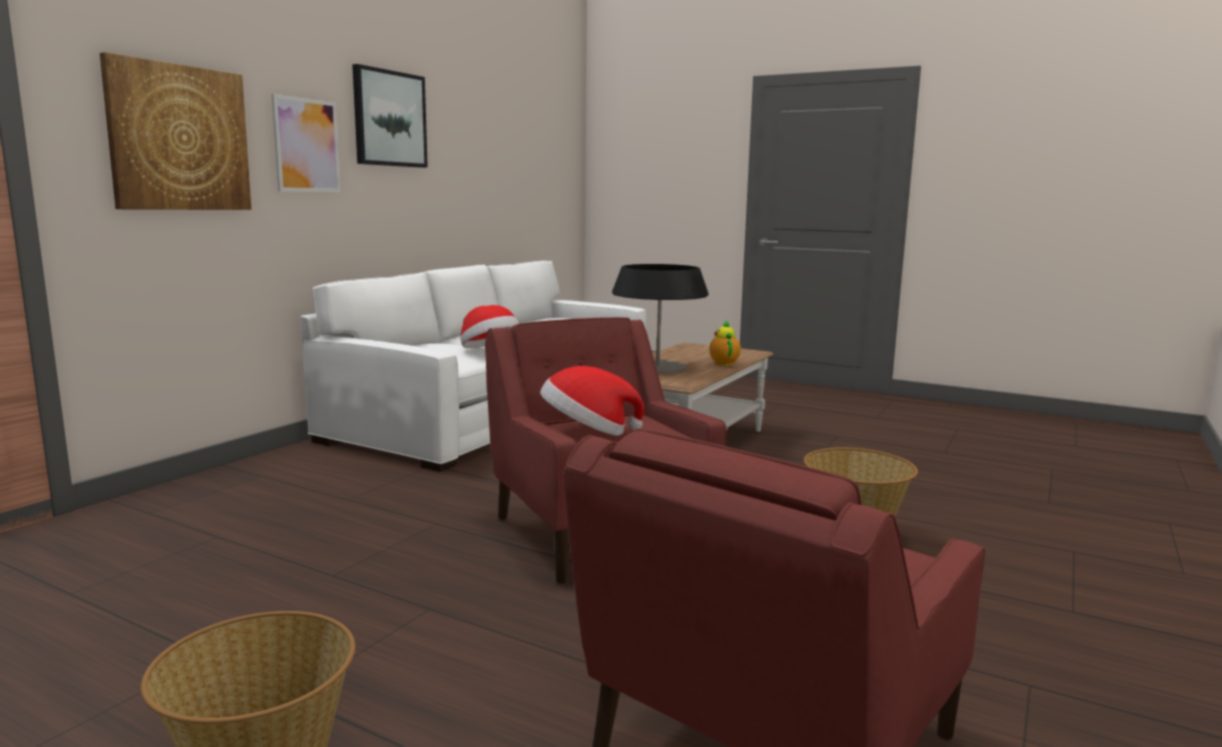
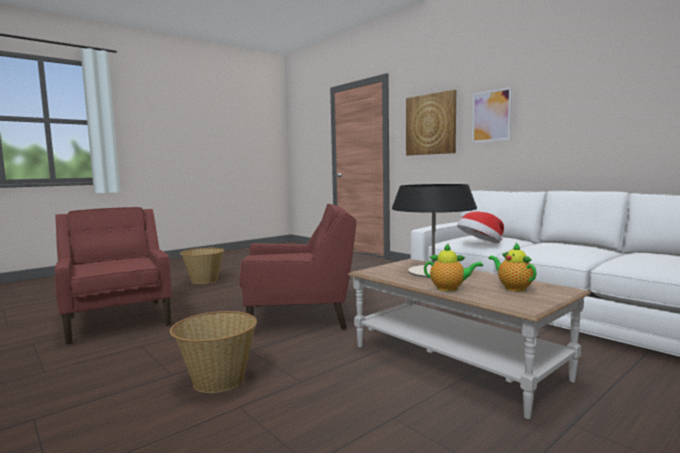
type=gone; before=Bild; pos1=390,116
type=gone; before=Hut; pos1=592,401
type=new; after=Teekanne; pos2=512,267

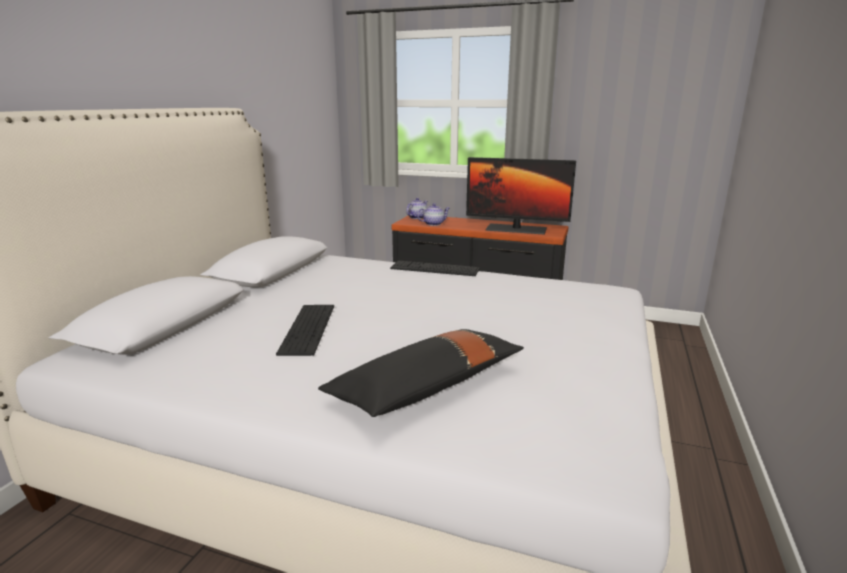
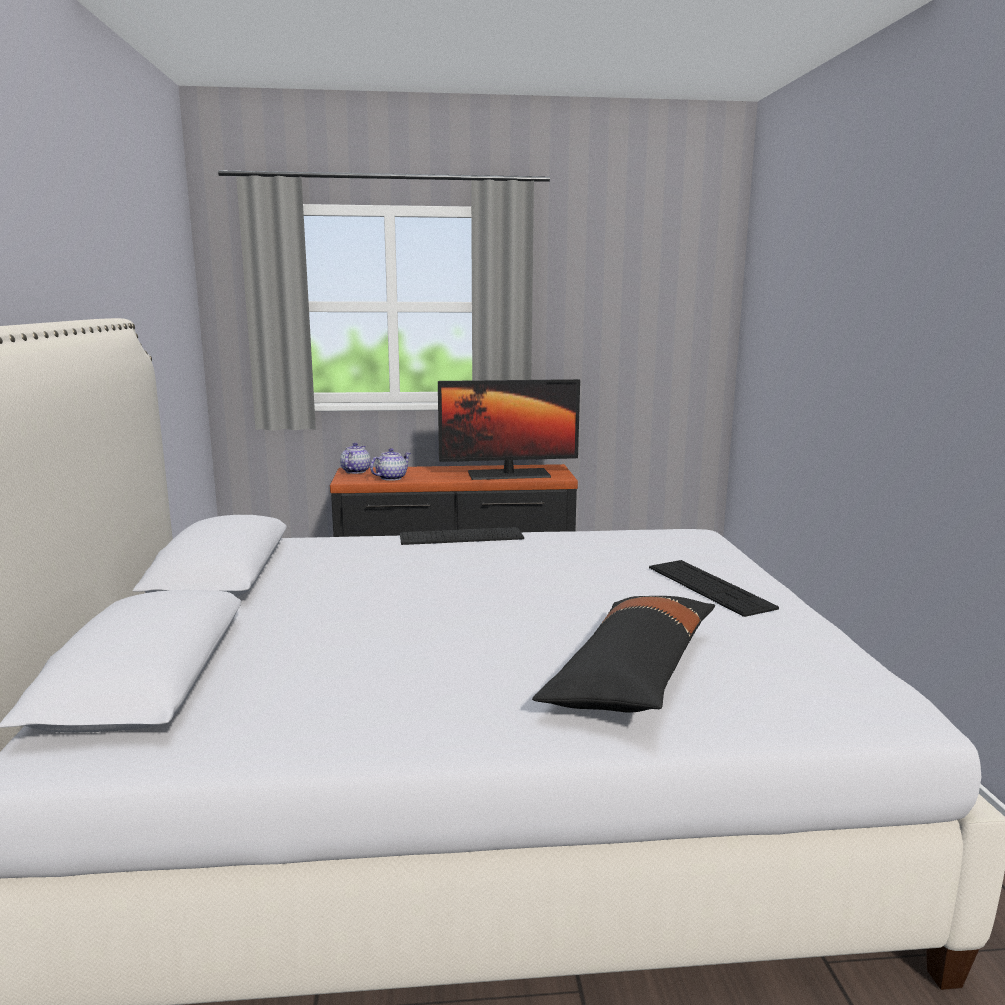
type=shifted; before=Tastatur; pos1=305,330; pos2=714,588

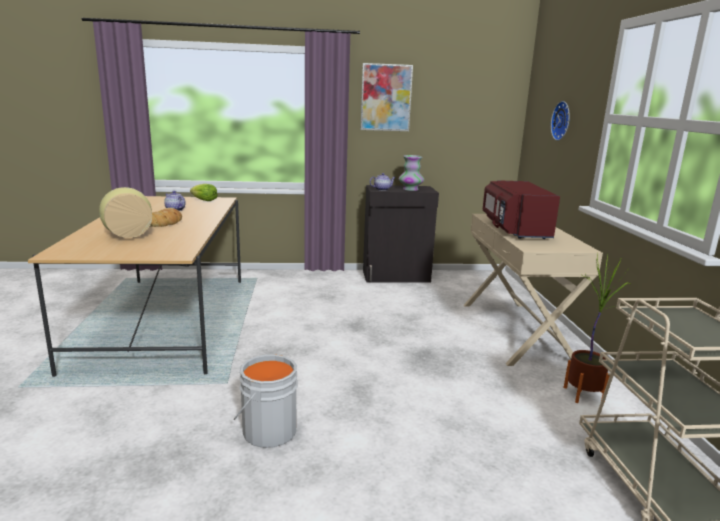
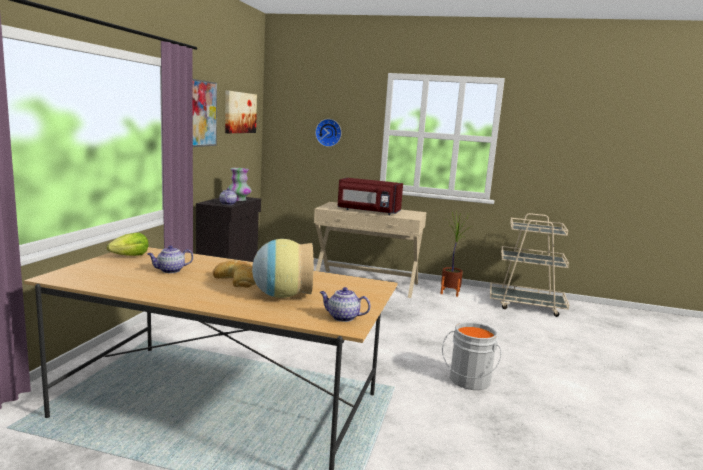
type=new; after=Bild; pos2=241,112
type=new; after=Teekanne; pos2=345,304

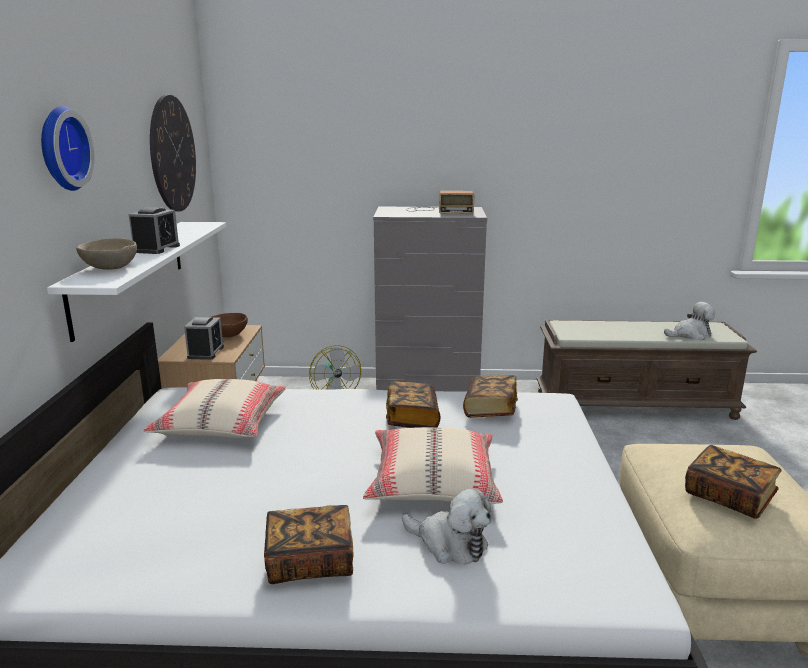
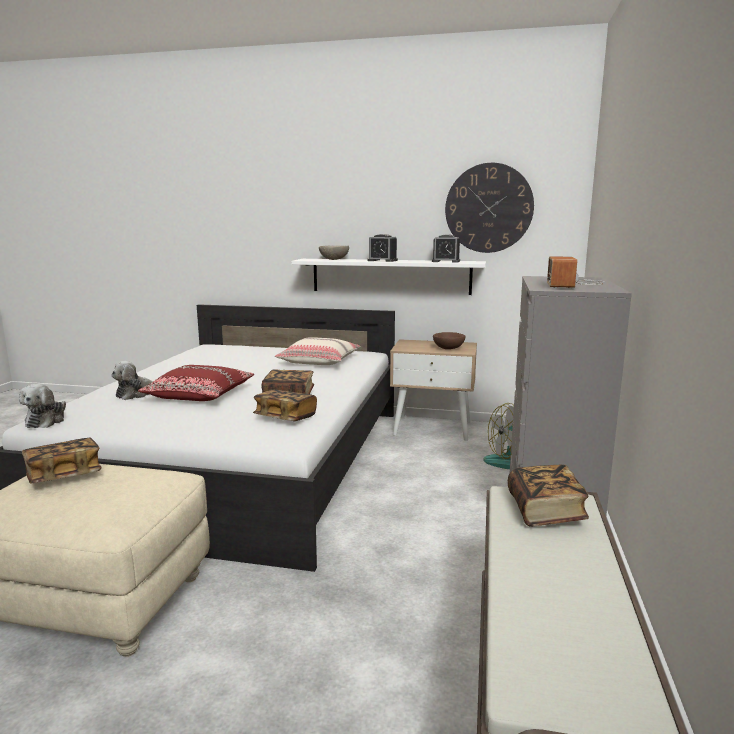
type=gone; before=Wanduhr; pos1=67,148
type=shifted; before=Plüschtier; pos1=689,321; pos2=42,406
type=shifted; before=Wecker; pos1=204,338; pos2=446,248
type=repainted; before=Kissen [beige]; after=Kissen [rot]; pos1=433,465; pos2=196,383
type=shifted; before=Buch; pos1=309,544; pos2=548,496

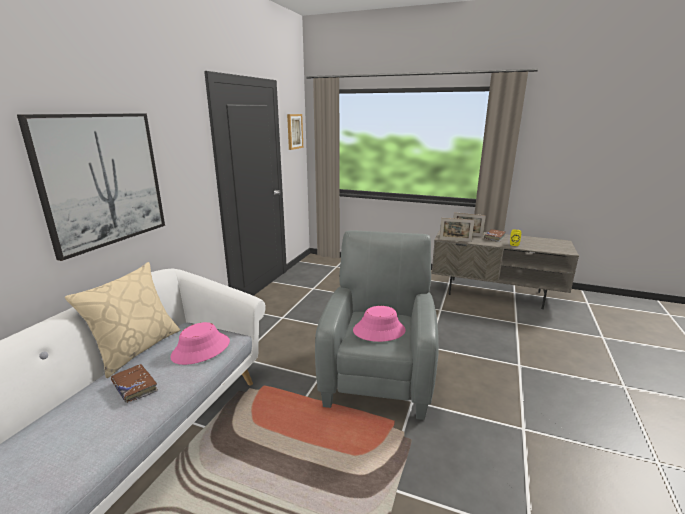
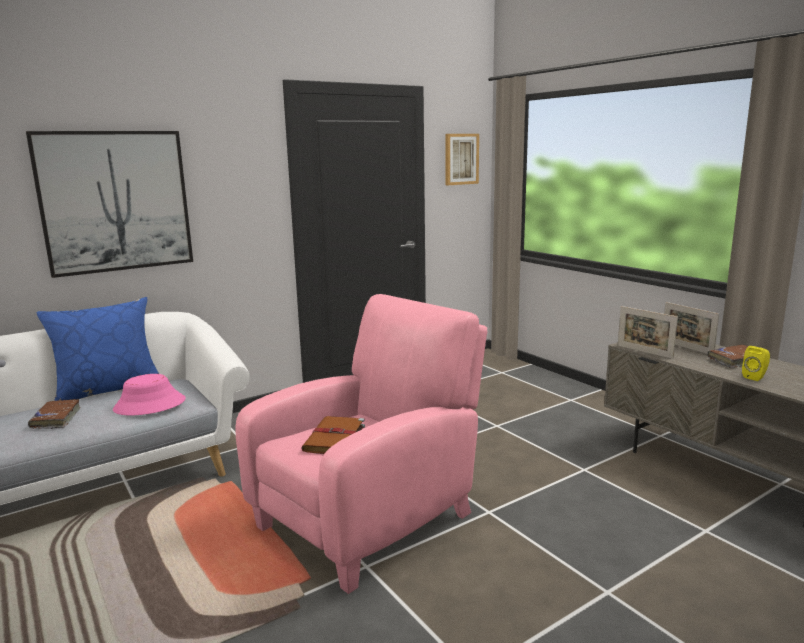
type=repainted; before=Sessel [grau]; after=Sessel [rosa]; pos1=377,325; pos2=361,444
type=repainted; before=Kissen [beige]; after=Kissen [blau]; pos1=123,320; pos2=98,349
type=swapped; before=Hut [rosa]; after=Buch [braun]; pos1=379,324; pos2=333,435

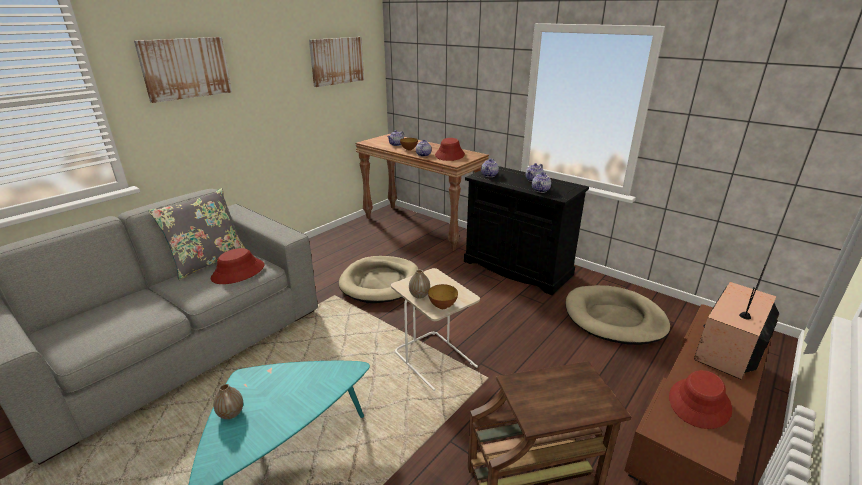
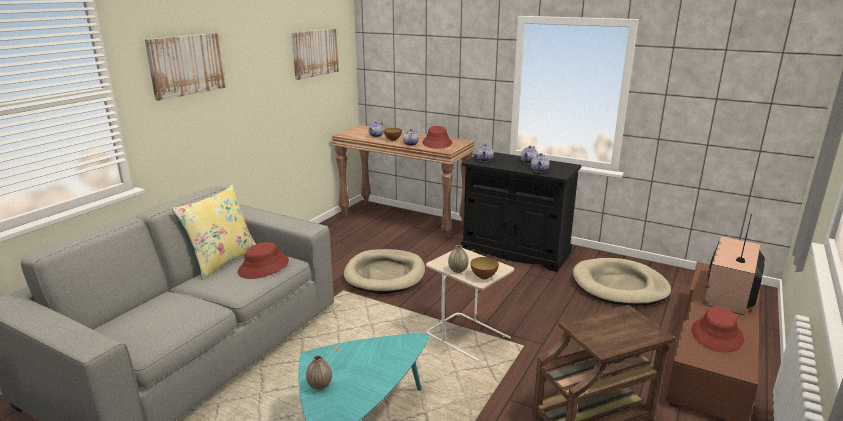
type=repainted; before=Kissen [grau]; after=Kissen [gelb]; pos1=197,234; pos2=214,232

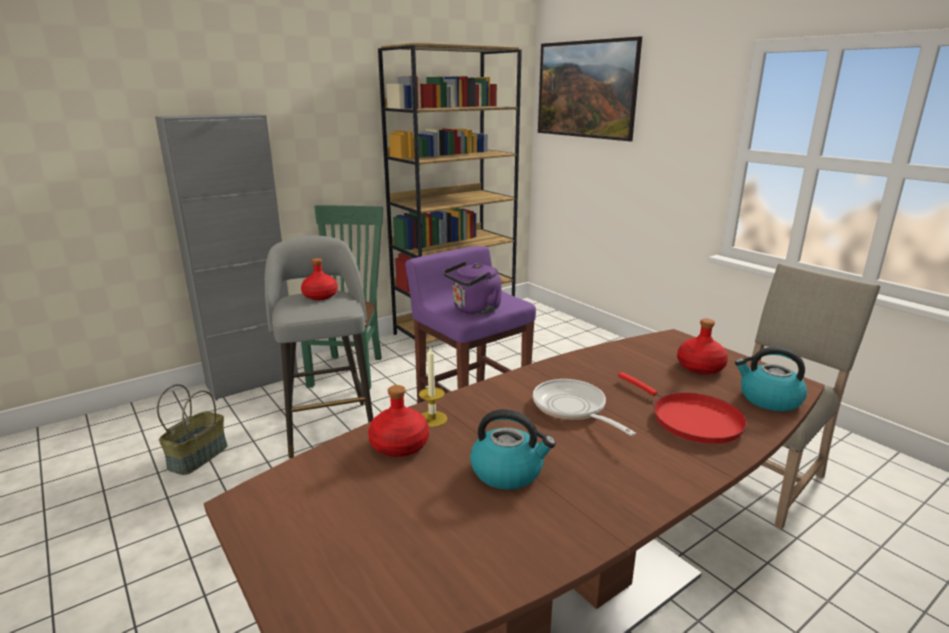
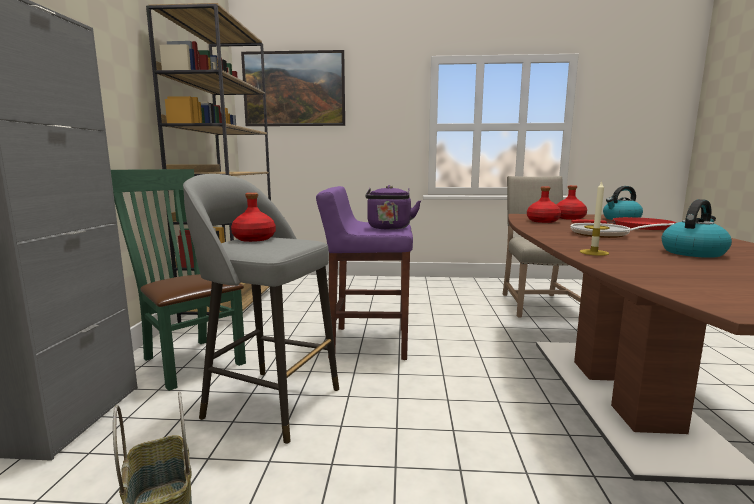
type=shifted; before=Flasche [rot]; pos1=398,421; pos2=544,205

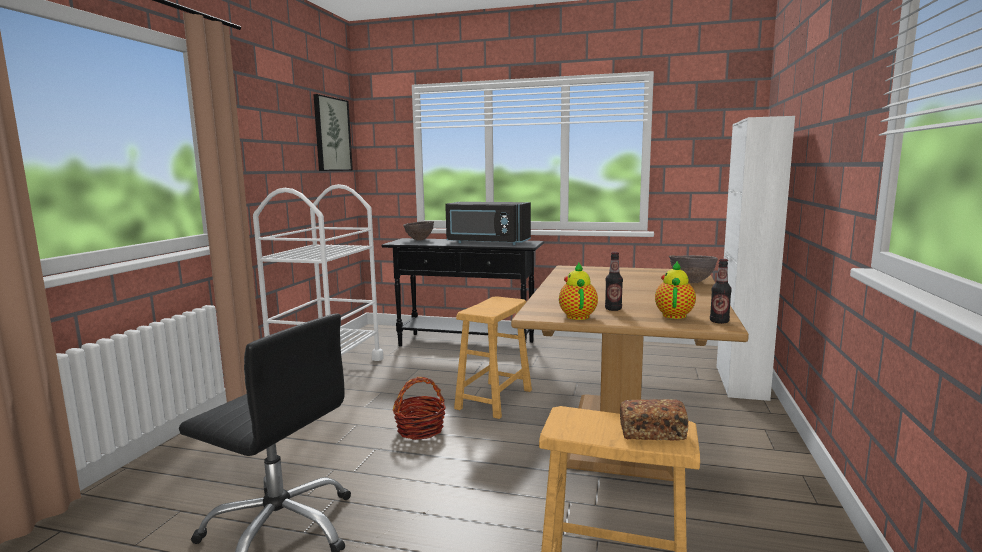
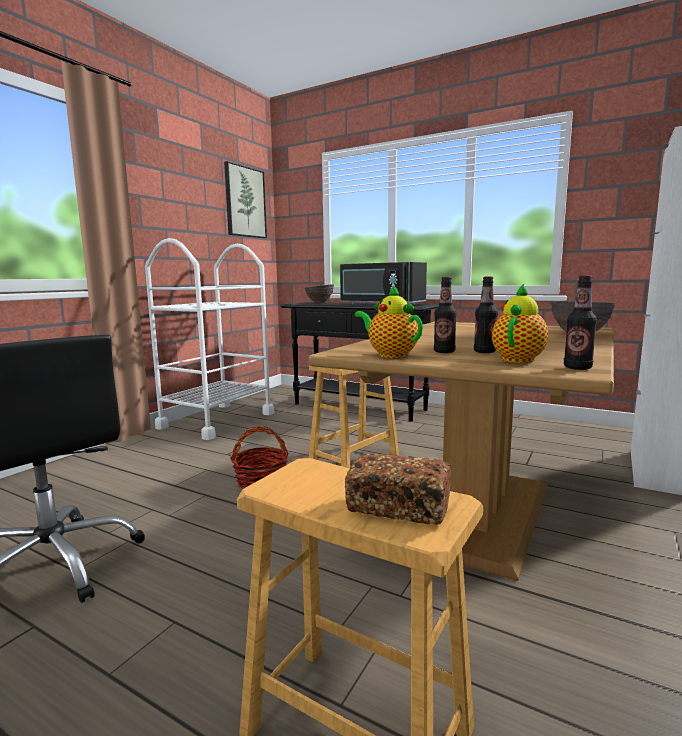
type=rotated; before=Teekanne; pos1=578,291; pos2=389,321; turn=-60
type=new; after=Flasche; pos2=486,315

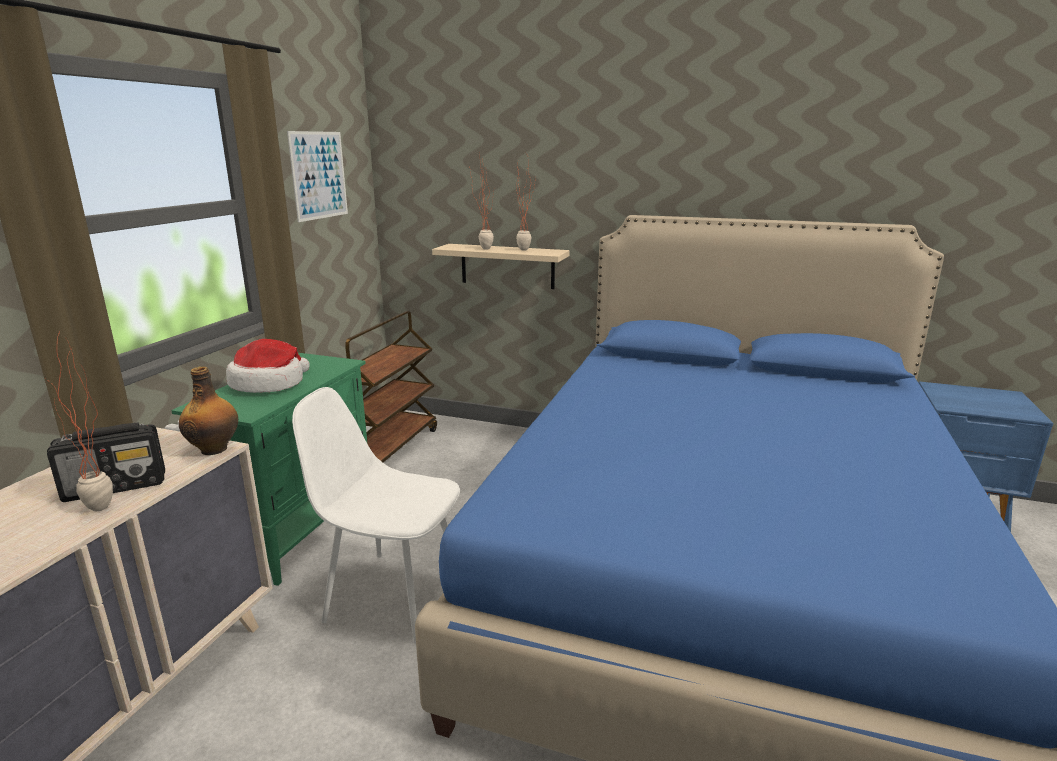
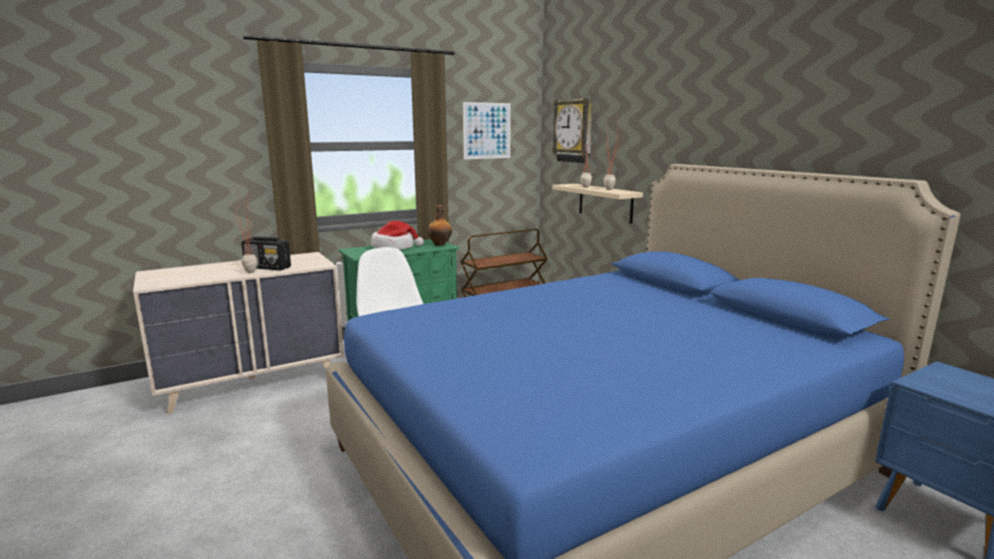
type=shifted; before=Flasche; pos1=208,410; pos2=439,225
type=new; after=Wanduhr; pos2=572,130

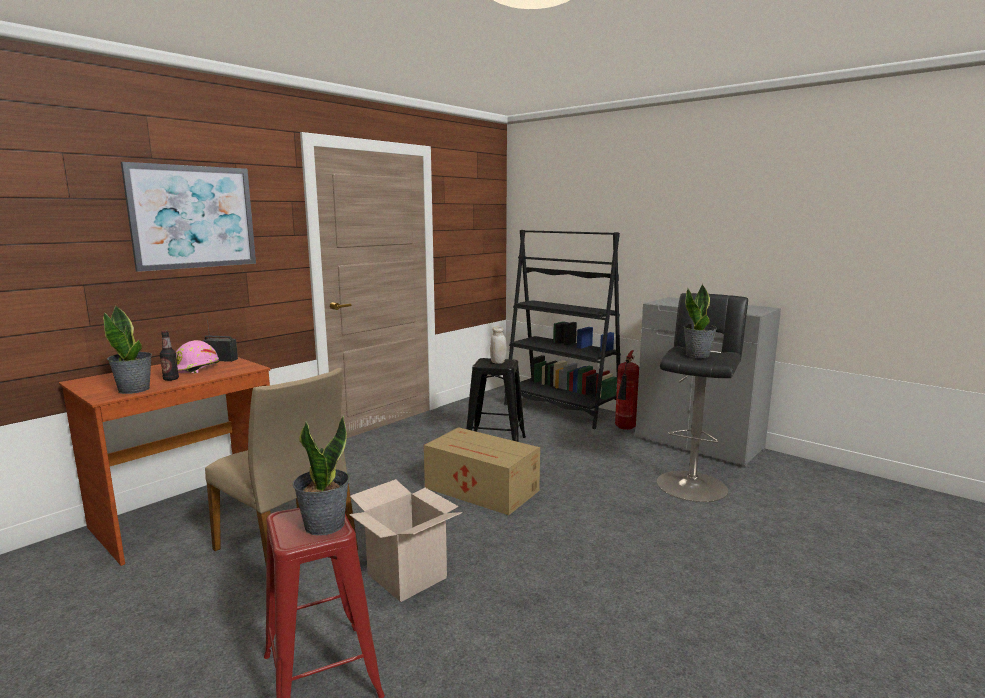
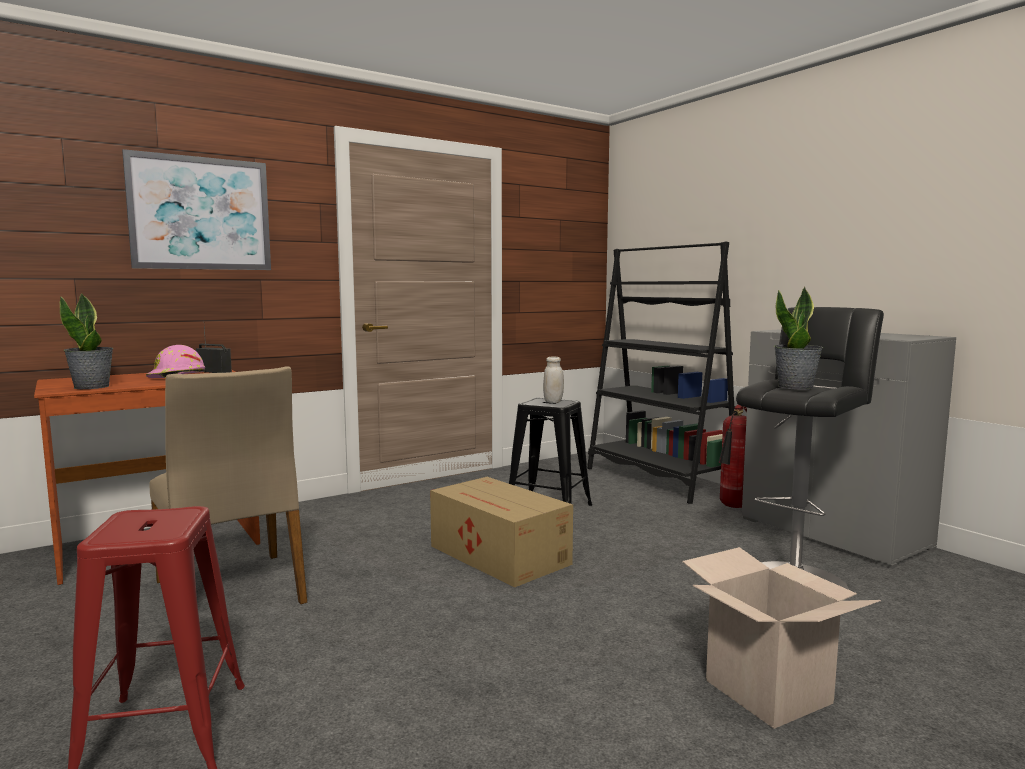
type=gone; before=Flasche; pos1=169,355
type=gone; before=Topfpflanze; pos1=321,476
type=shifted; before=Karton; pos1=405,540; pos2=781,638

